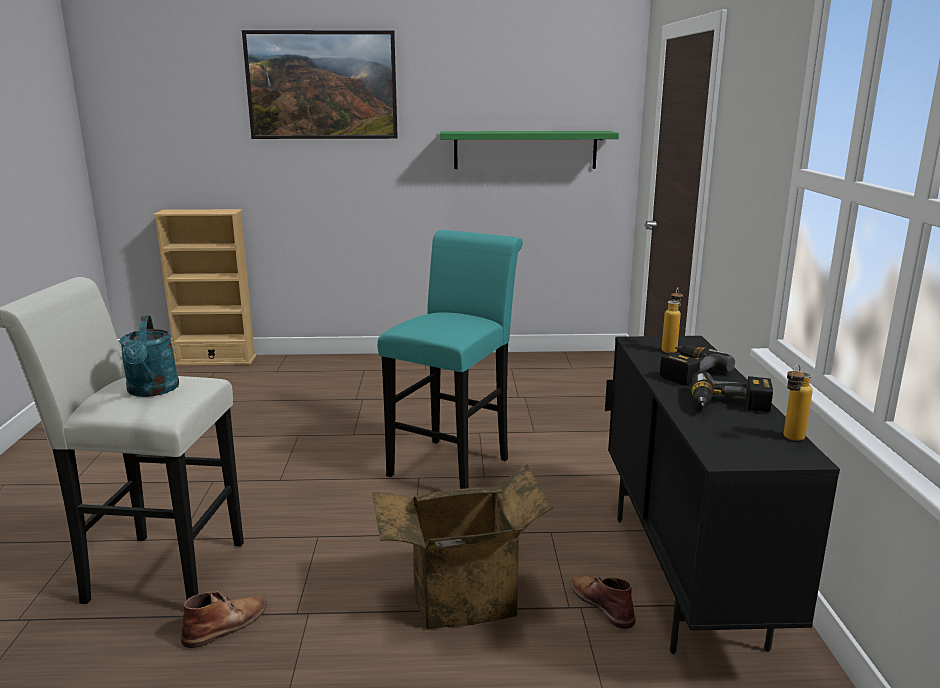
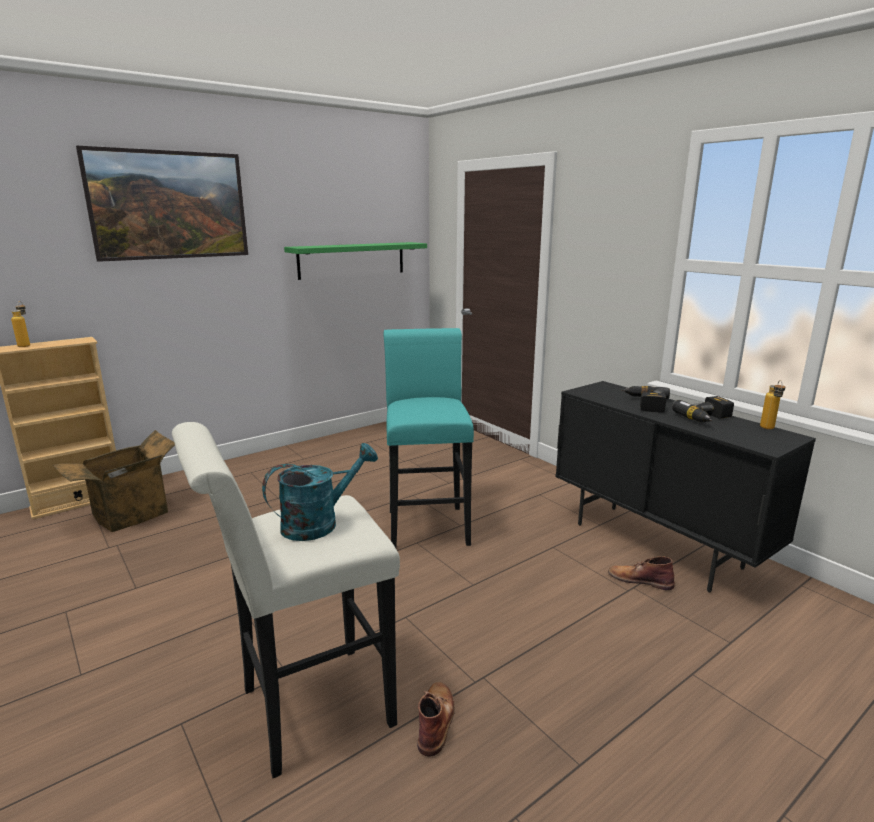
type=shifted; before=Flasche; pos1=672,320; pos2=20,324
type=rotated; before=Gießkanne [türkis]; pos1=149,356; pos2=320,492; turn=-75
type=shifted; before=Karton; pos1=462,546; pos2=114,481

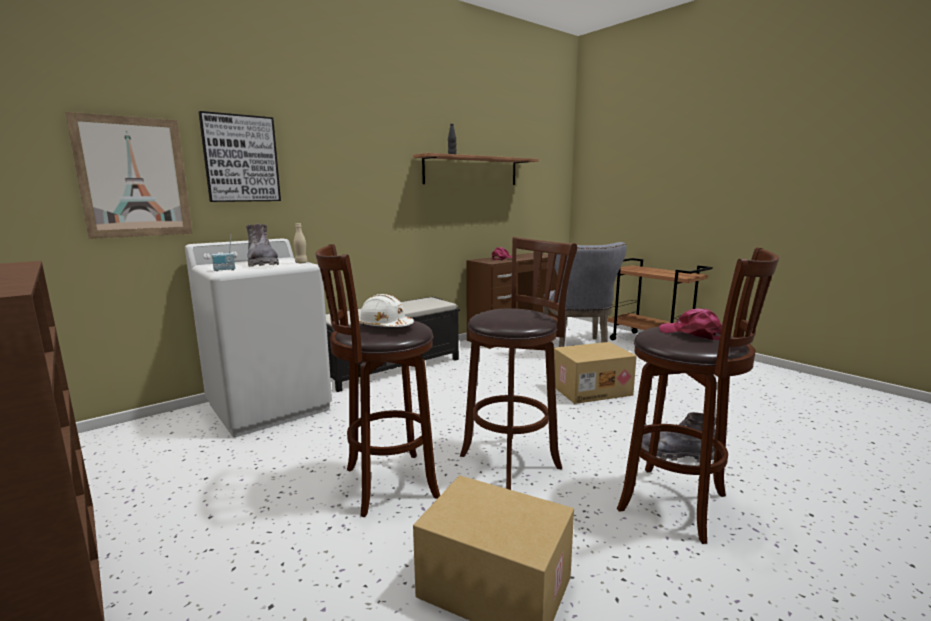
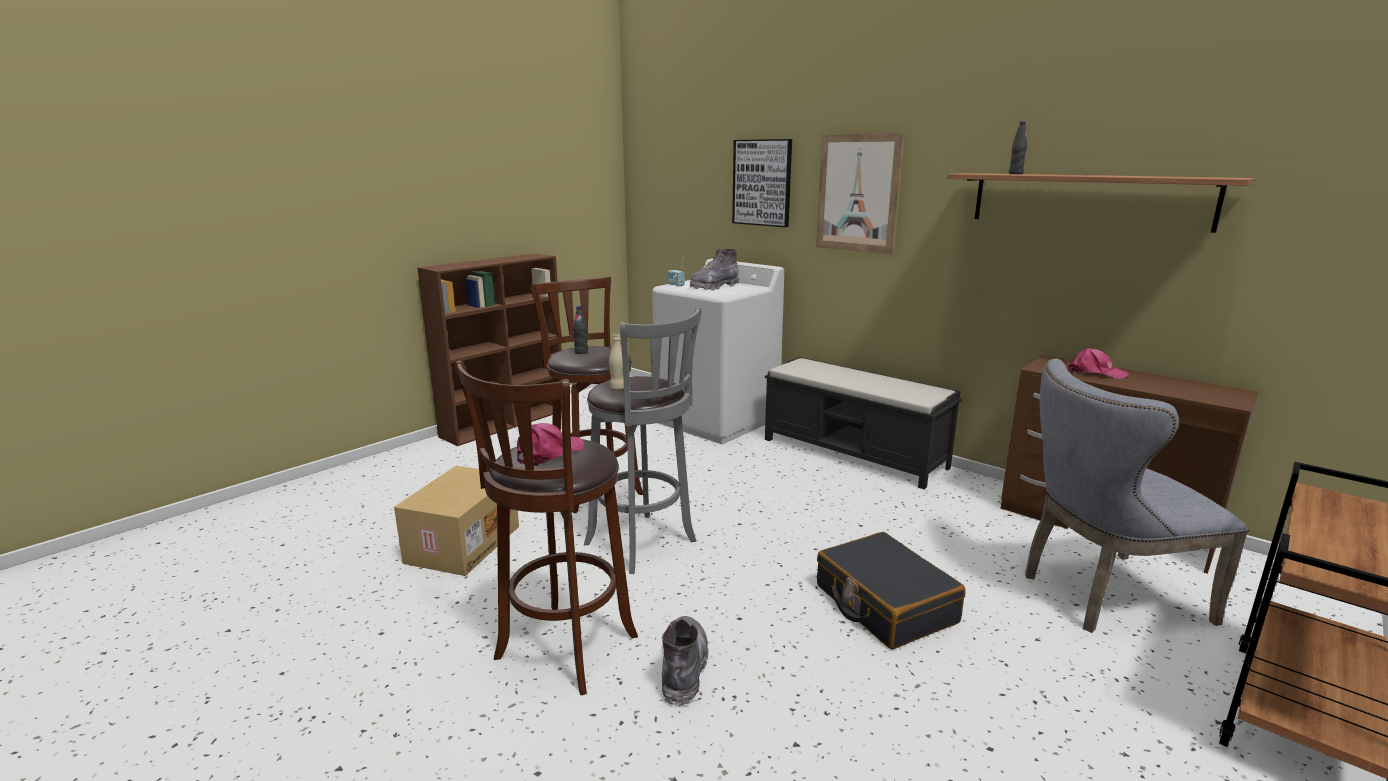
type=shifted; before=Bild; pos1=129,175; pos2=860,193
type=shifted; before=Flasche [beige]; pos1=300,243; pos2=616,362
type=repainted; before=Hocker [braun]; after=Hocker [grau]; pos1=518,363; pos2=643,440
type=swapped; before=Schutzhelm [weiß]; after=Flasche [schwarz]; pos1=386,310; pos2=580,330
type=swapped; before=Karton; after=Koffer [schwarz]; pos1=595,373; pos2=891,590

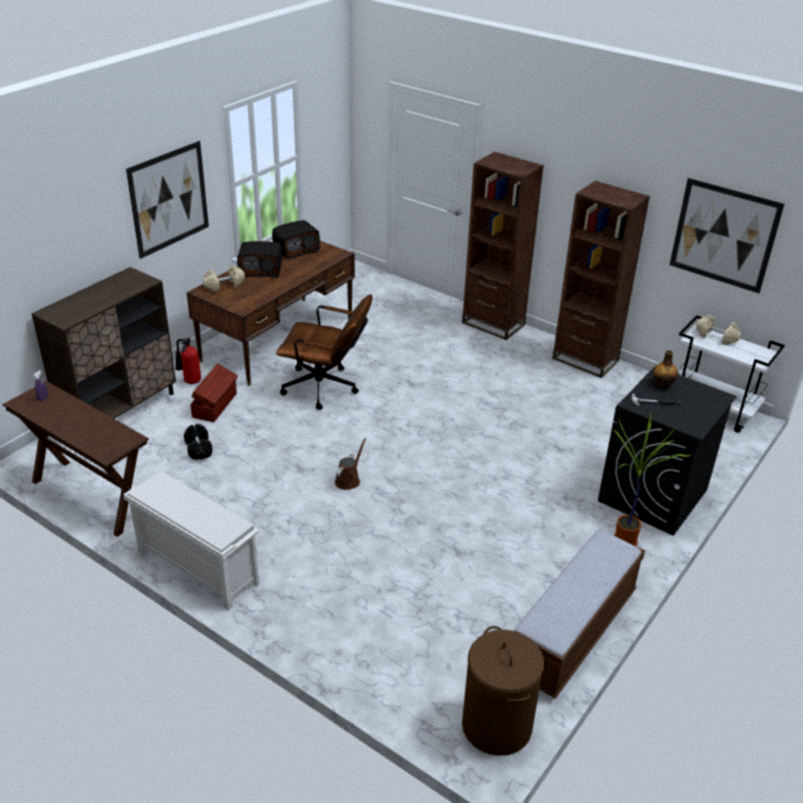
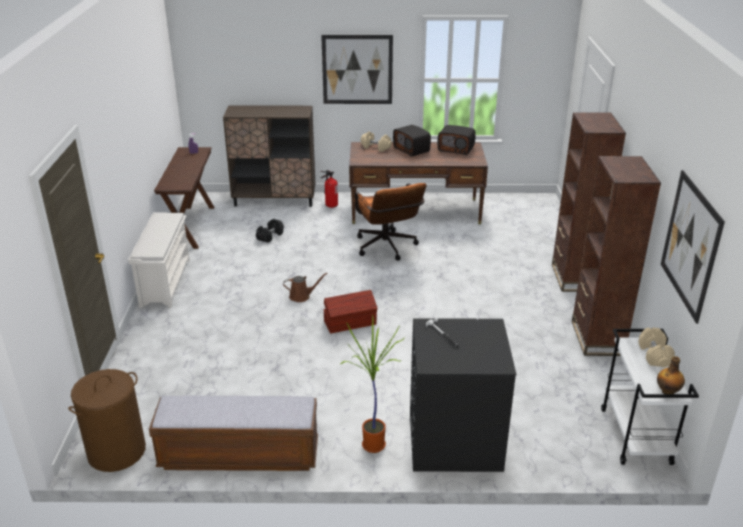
type=shifted; before=Flasche; pos1=665,369; pos2=671,375
type=shifted; before=Aufbewahrungsbox [braun]; pos1=214,392; pos2=350,312

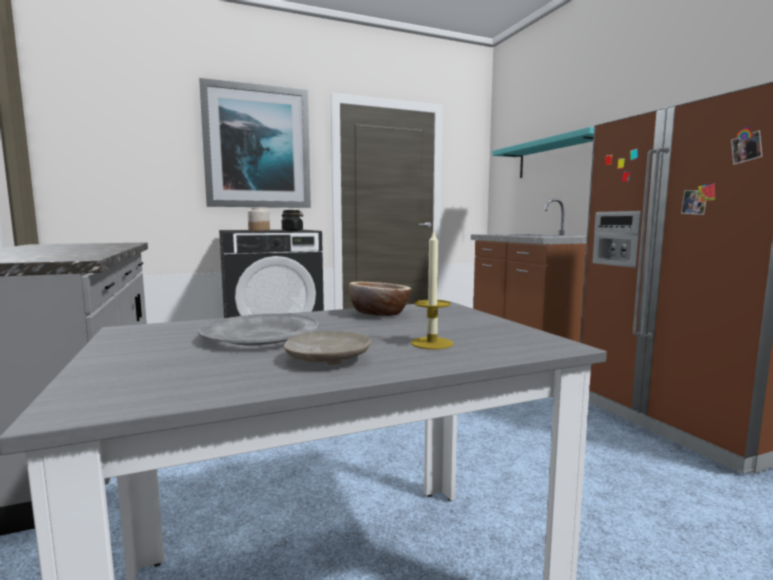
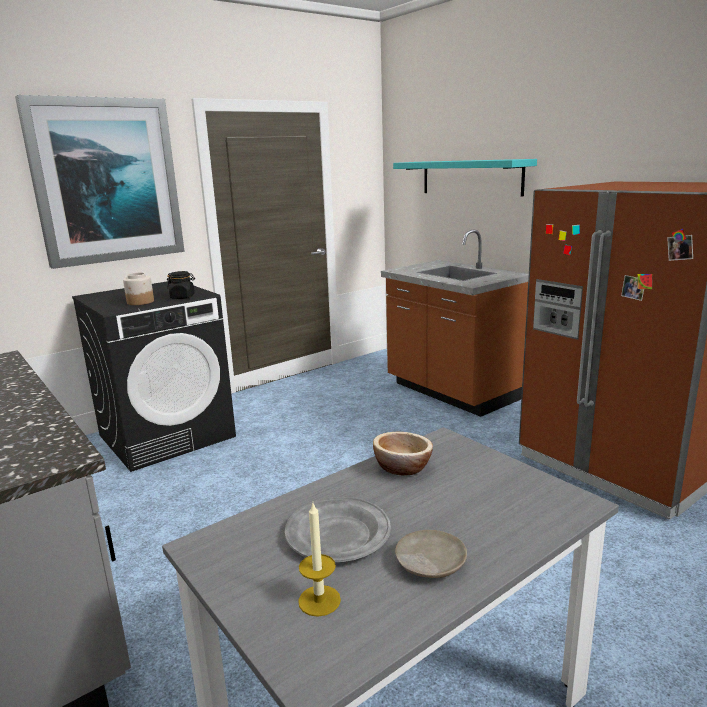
type=shifted; before=Kerze; pos1=432,289; pos2=319,560

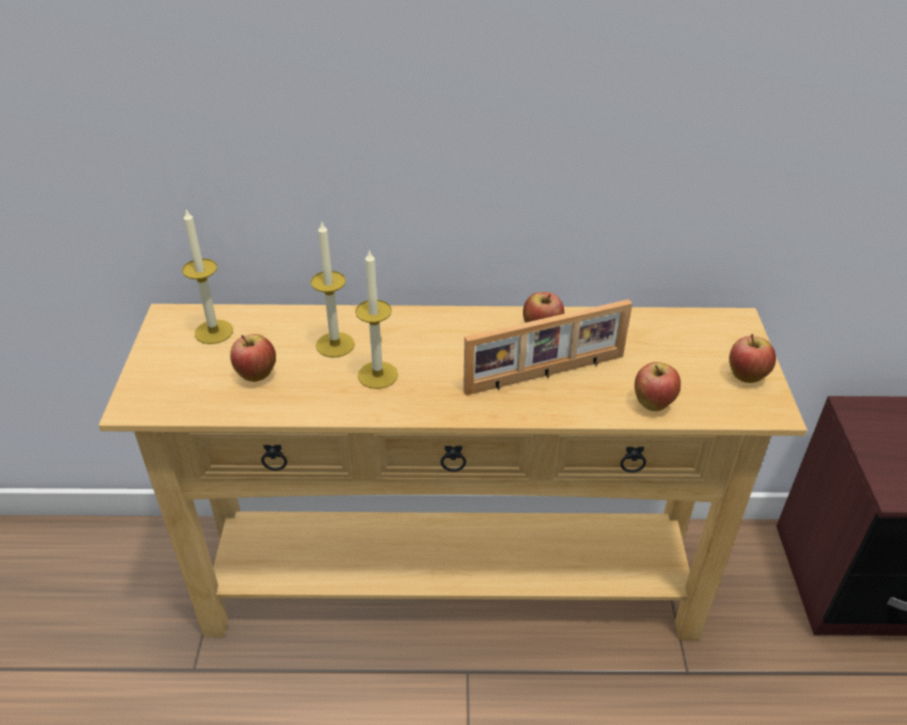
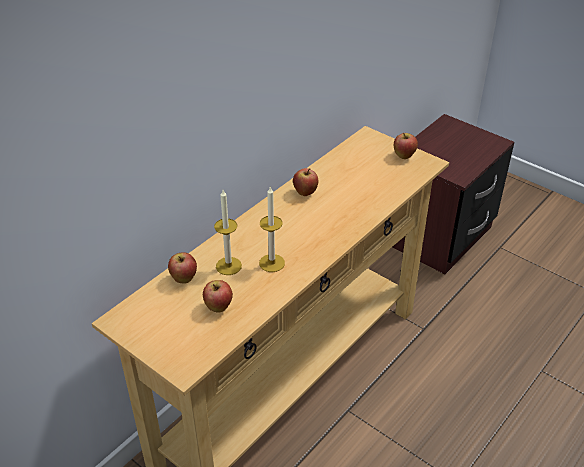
type=gone; before=Kerze; pos1=207,276
type=gone; before=Bilderrahmen; pos1=547,347
type=shifted; before=Apfel; pos1=658,386; pos2=182,268

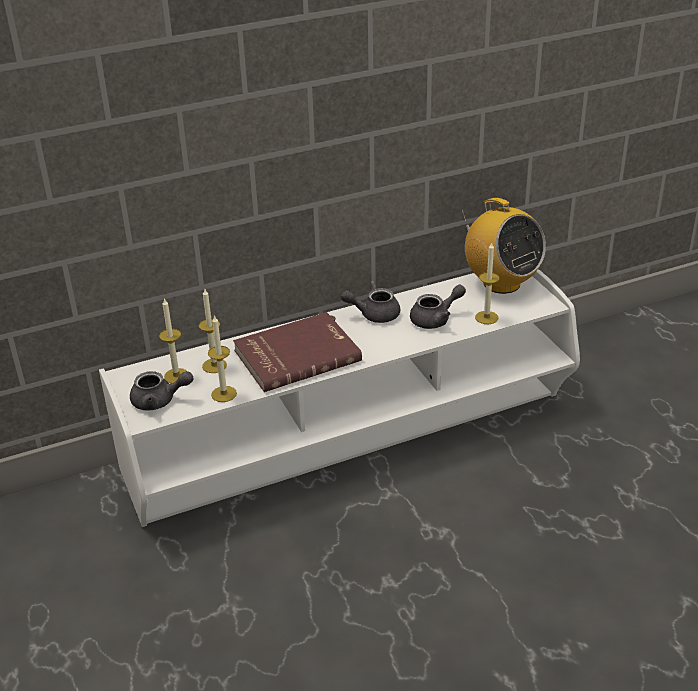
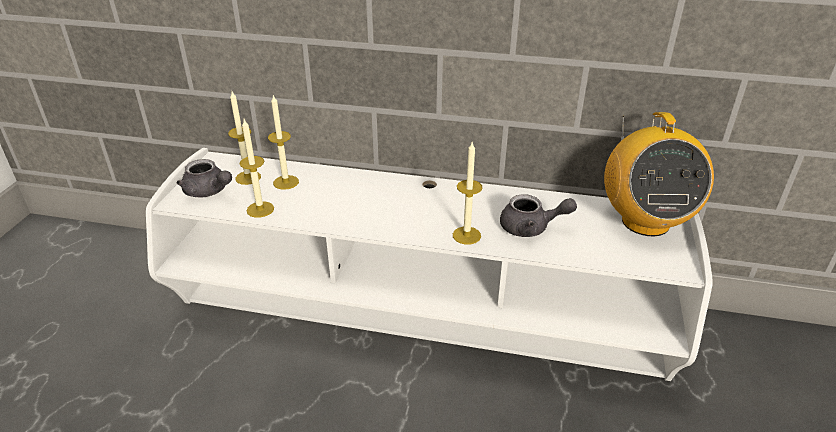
type=shifted; before=Kerze; pos1=487,283; pos2=467,193
type=gone; before=Teekanne [grau]; pos1=370,302
type=gone; before=Buch [rot]; pos1=297,352

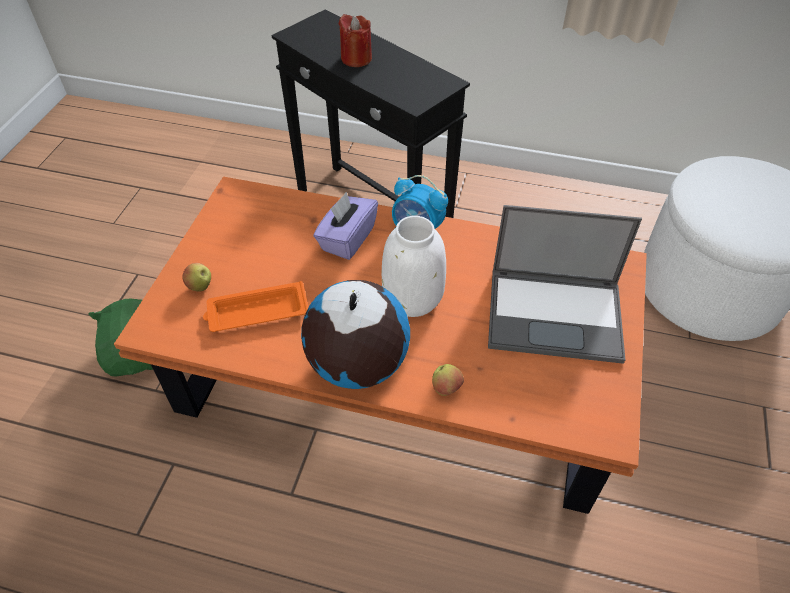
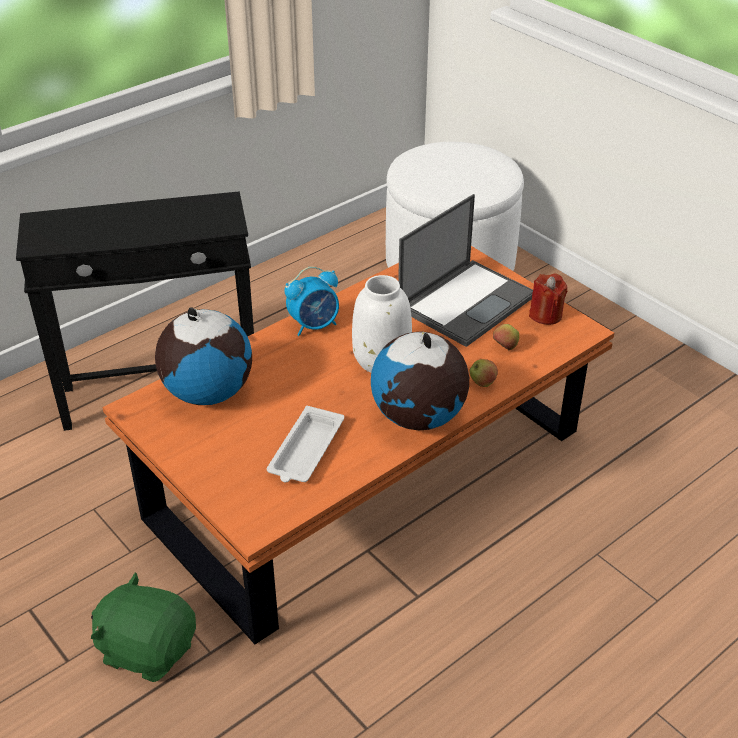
type=shifted; before=Kerze [rot]; pos1=355,40; pos2=548,299
type=gone; before=Taschentuchbox [lila]; pos1=345,226
type=shifted; before=Apfel; pos1=196,277; pos2=506,337
type=repainted; before=Tablett [orange]; after=Tablett [weiß]; pos1=256,306; pos2=305,444
type=new; after=Globus; pos2=203,356

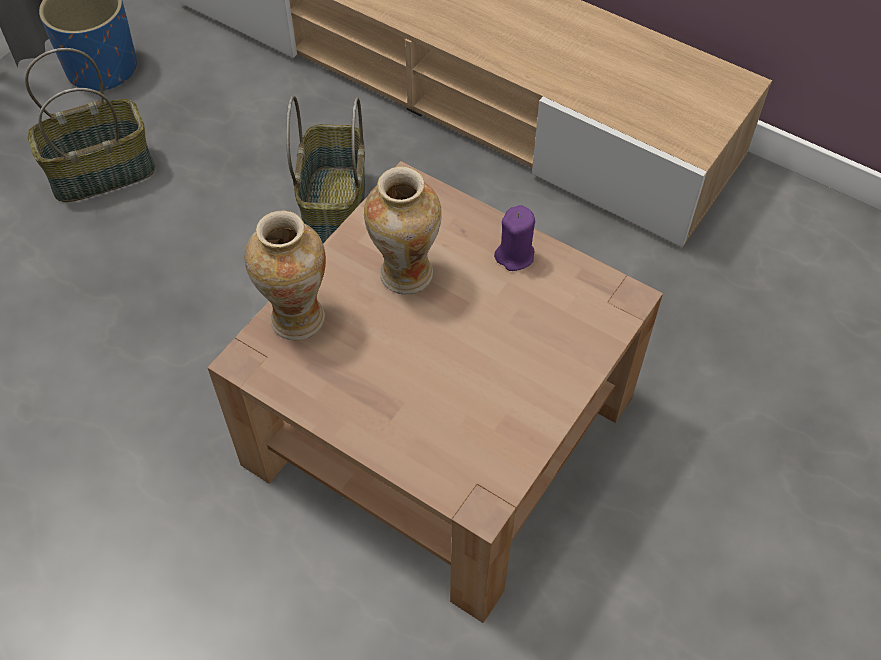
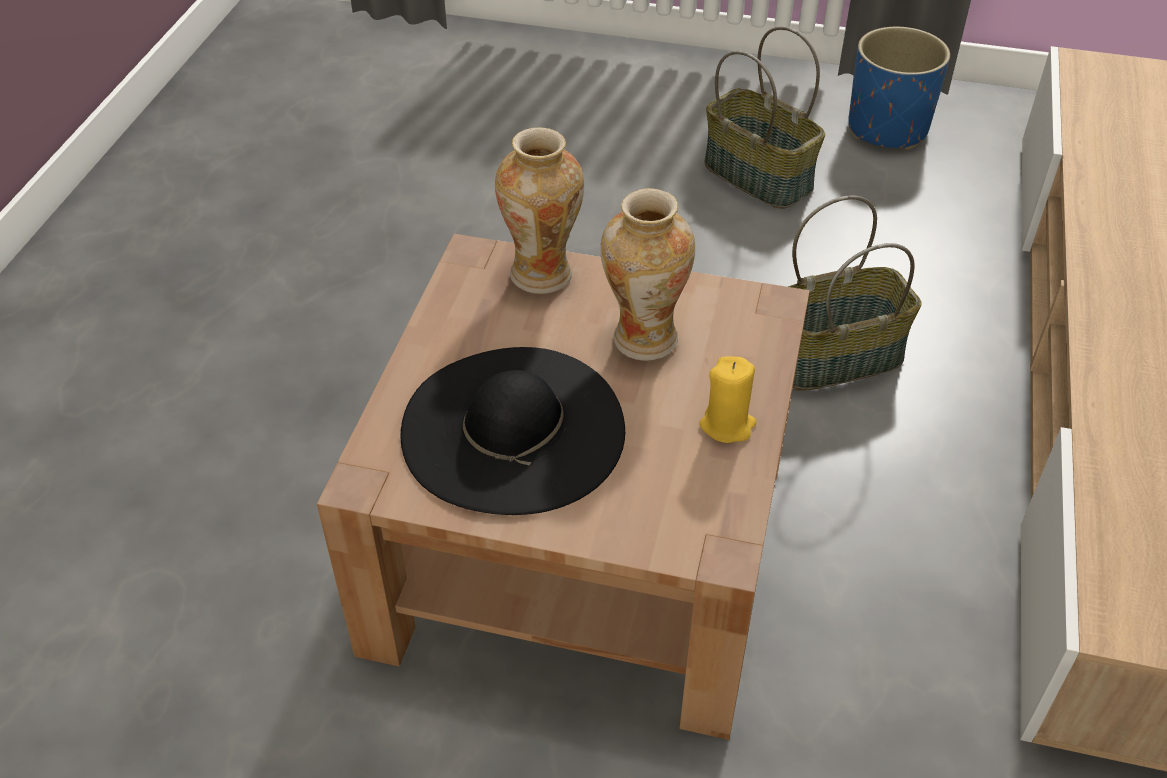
type=repainted; before=Kerze [lila]; after=Kerze [gelb]; pos1=514,238; pos2=727,400
type=new; after=Hut [schwarz]; pos2=512,431

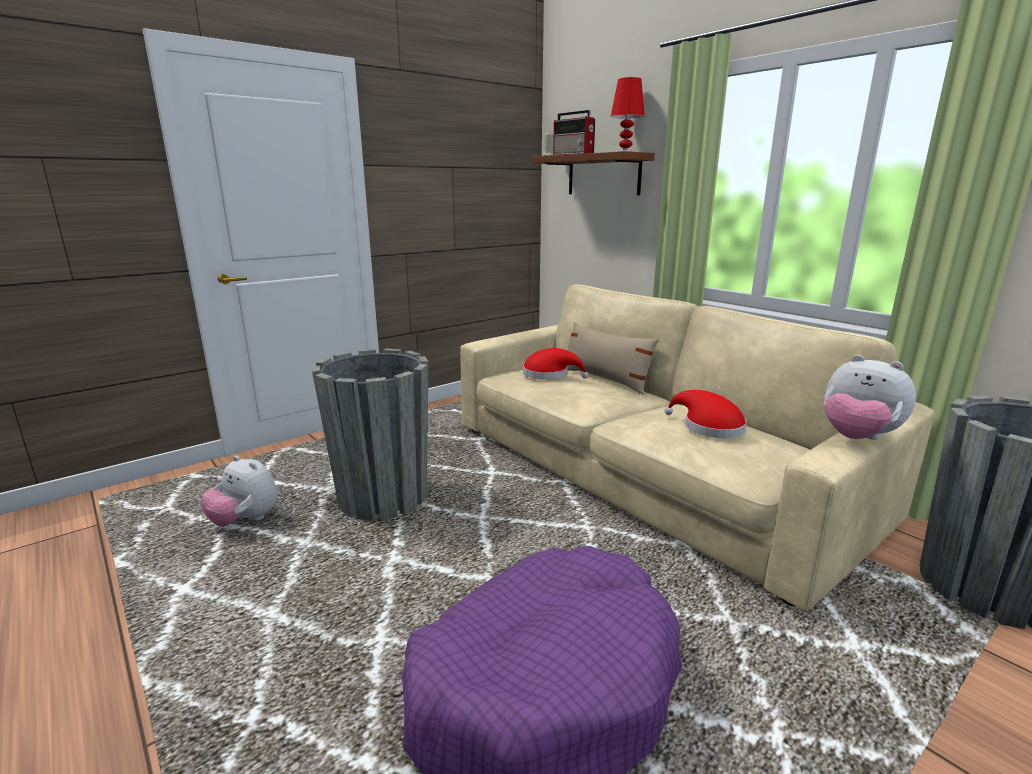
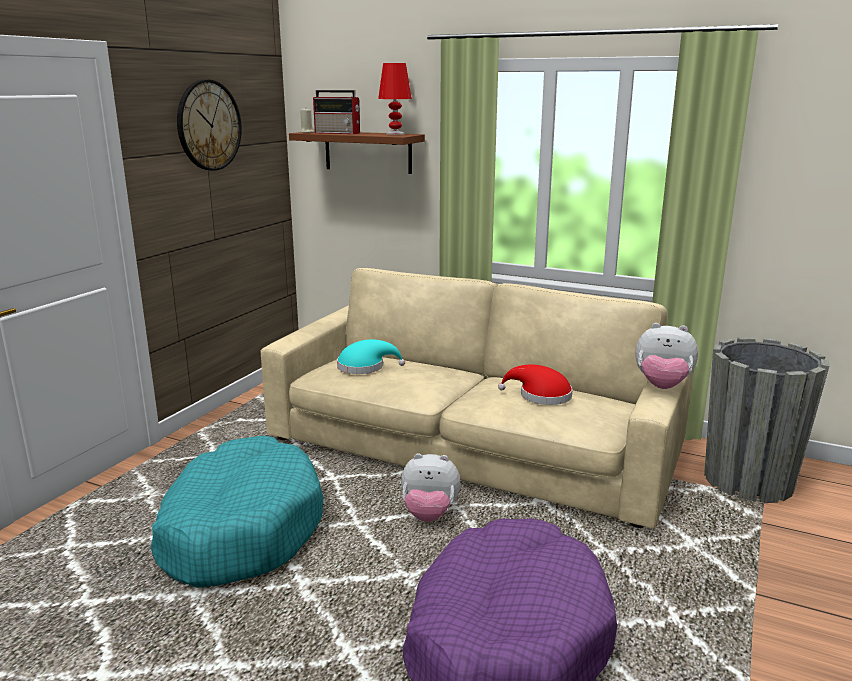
type=gone; before=Kissen [beige]; pos1=613,358
type=swapped; before=Pflanzkübel [grau]; after=Hundebett [türkis]; pos1=370,434; pos2=237,512
type=repainted; before=Hut [rot]; after=Hut [türkis]; pos1=556,364; pos2=371,356
type=shifted; before=Plüschtier; pos1=239,491; pos2=430,487
type=new; after=Wanduhr; pos2=209,125

